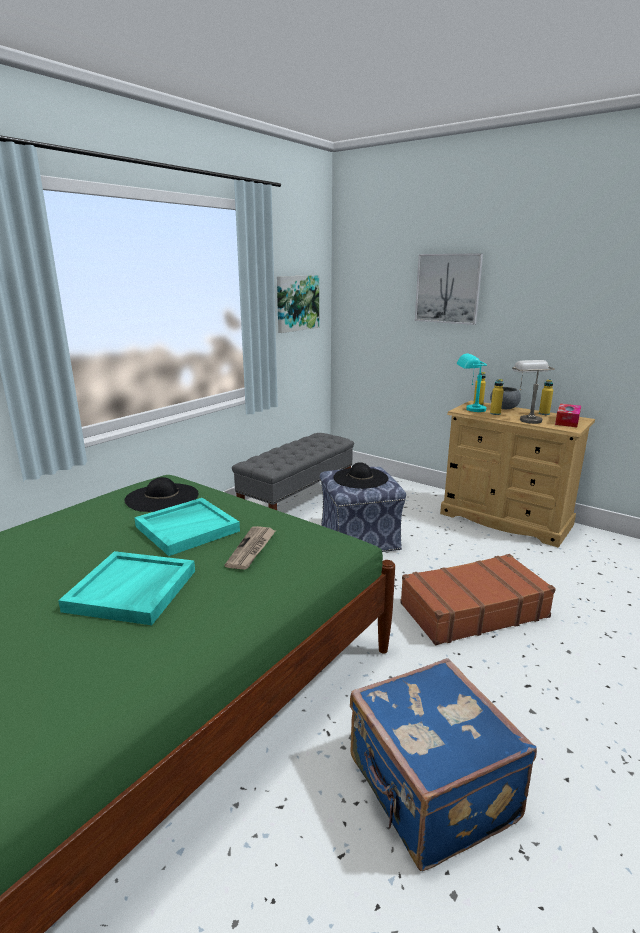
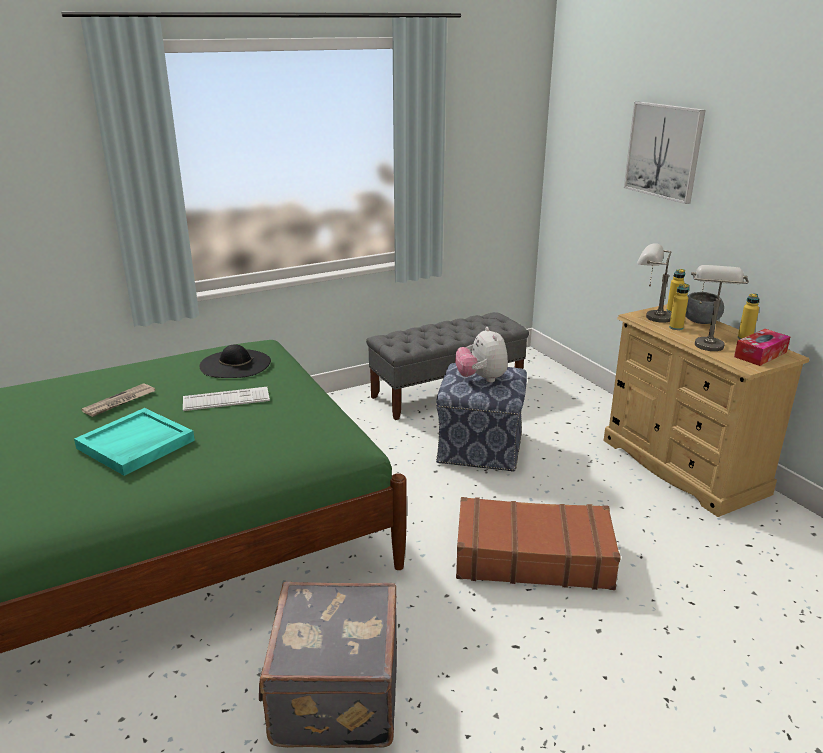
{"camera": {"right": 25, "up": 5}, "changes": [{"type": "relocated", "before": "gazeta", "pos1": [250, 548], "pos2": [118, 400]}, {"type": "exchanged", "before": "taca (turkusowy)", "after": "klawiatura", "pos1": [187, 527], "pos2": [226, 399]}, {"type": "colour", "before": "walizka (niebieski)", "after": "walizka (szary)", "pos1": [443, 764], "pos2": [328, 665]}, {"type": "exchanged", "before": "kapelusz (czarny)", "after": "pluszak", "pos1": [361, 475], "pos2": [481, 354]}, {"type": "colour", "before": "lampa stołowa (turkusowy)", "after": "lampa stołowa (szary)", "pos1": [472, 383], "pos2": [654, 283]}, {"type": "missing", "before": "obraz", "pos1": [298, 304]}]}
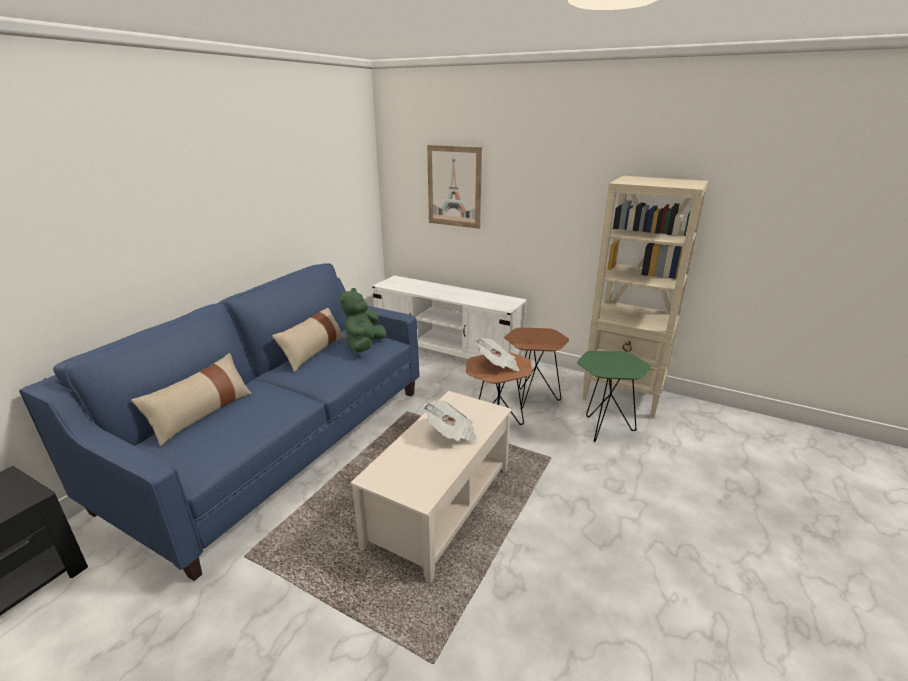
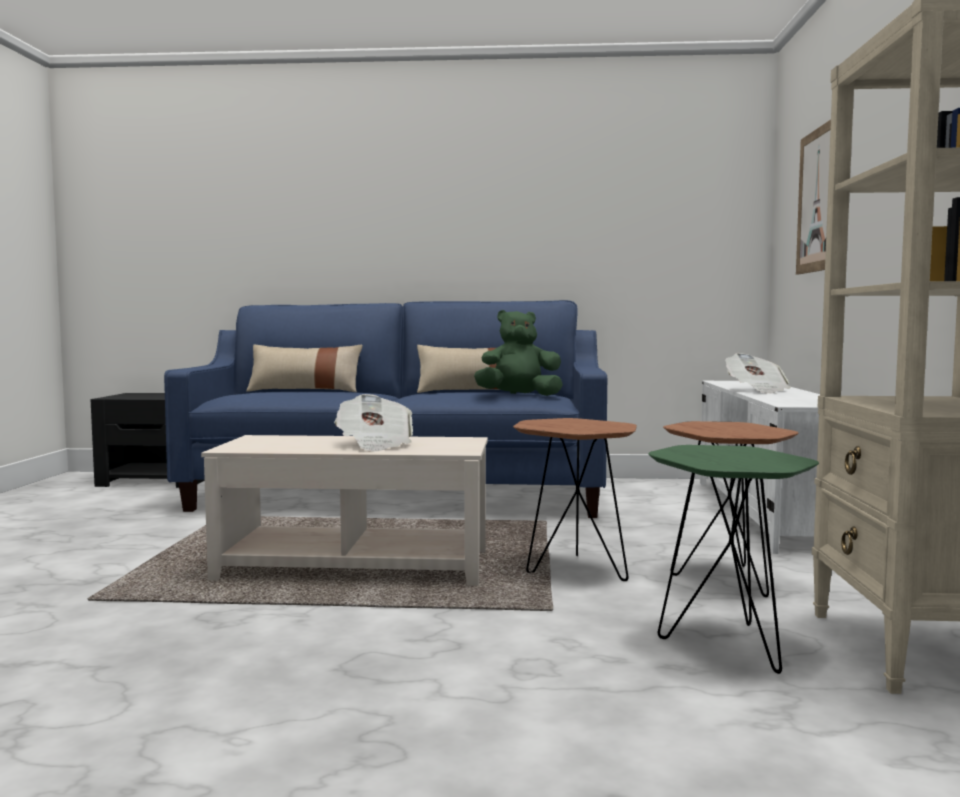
{"camera": {"right": 65, "up": -20}, "changes": [{"type": "relocated", "before": "gazeta", "pos1": [497, 354], "pos2": [758, 373]}]}
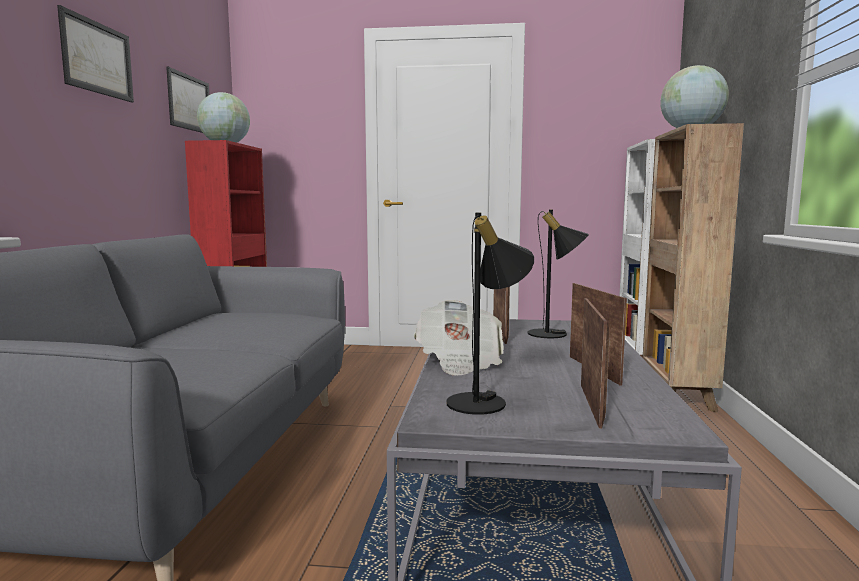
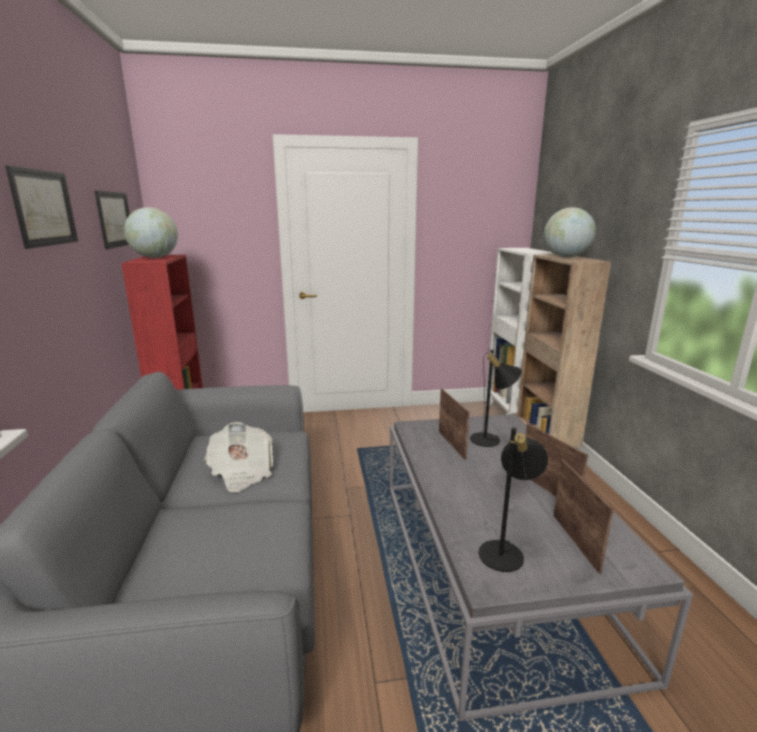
{"camera": {"right": -15, "up": 10}, "changes": [{"type": "relocated", "before": "gazeta", "pos1": [459, 337], "pos2": [239, 457]}]}
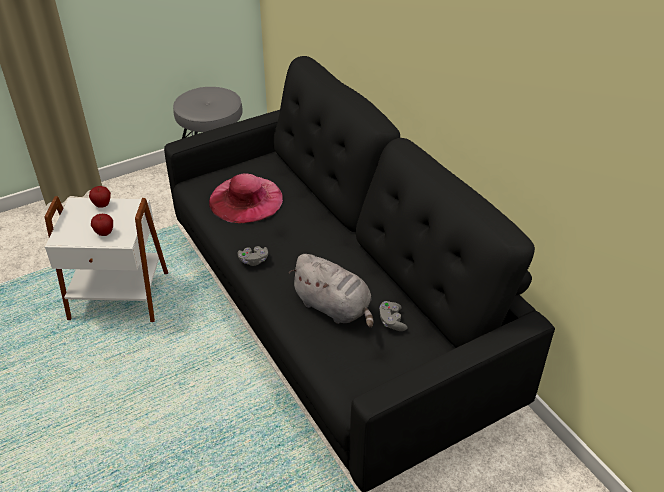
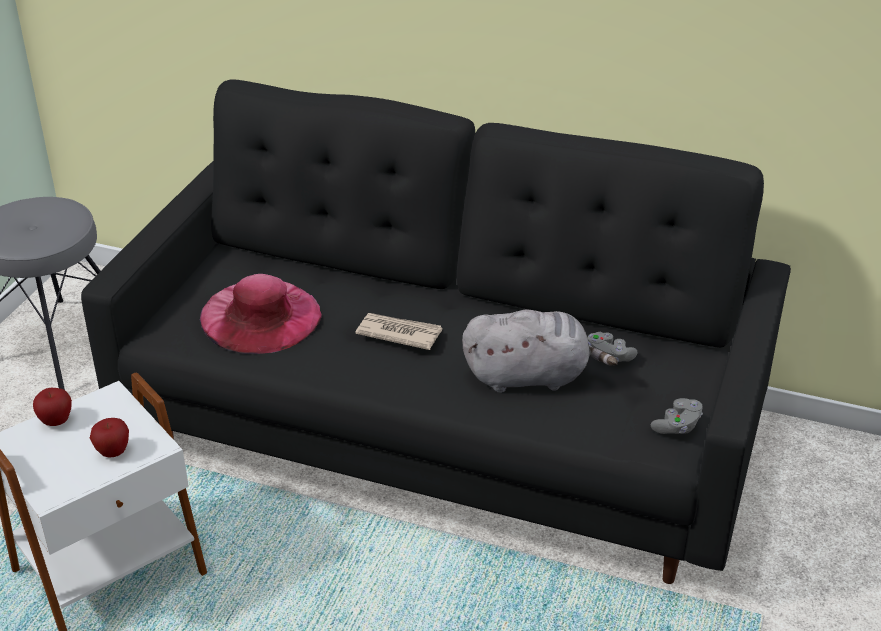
{"camera": {"right": -40, "up": -5}, "changes": [{"type": "appeared", "after": "gazeta", "pos2": [398, 331]}, {"type": "relocated", "before": "pad do gier (szary)", "pos1": [253, 256], "pos2": [677, 416]}]}
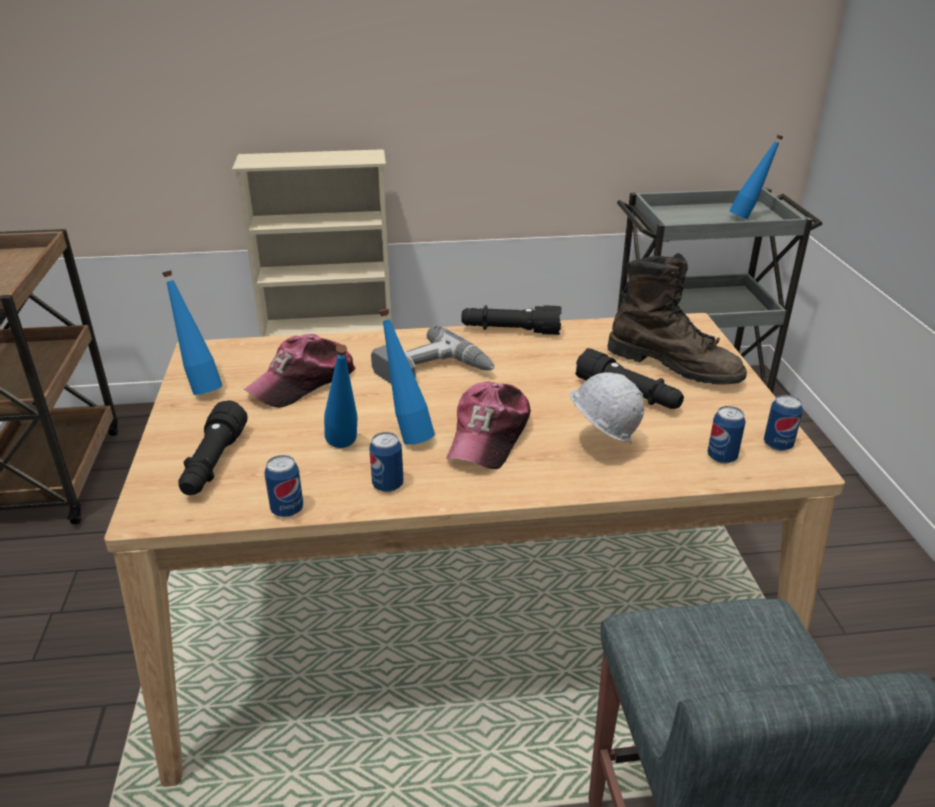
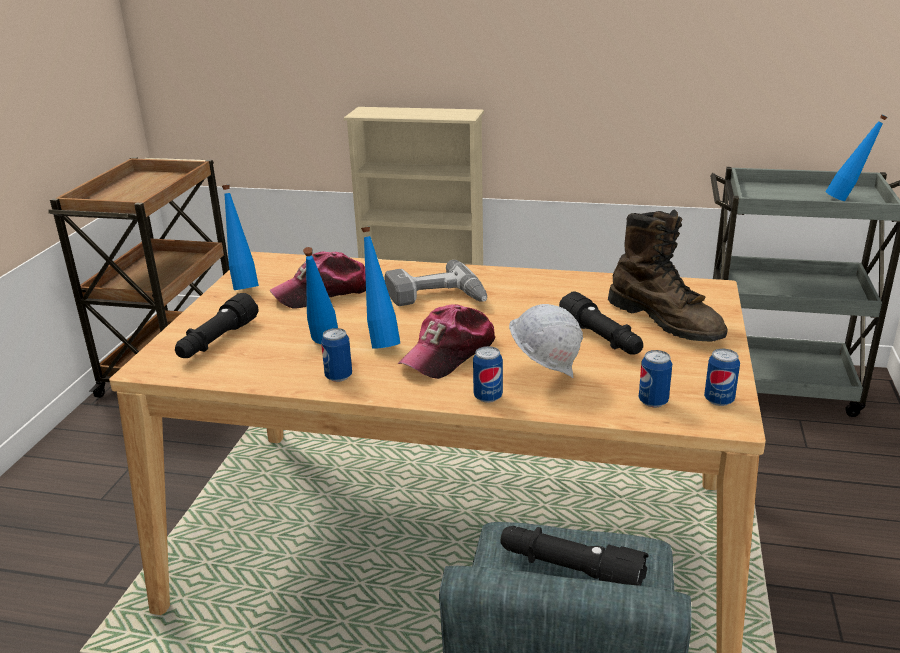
{"camera": {"right": 20, "up": -5}, "changes": [{"type": "relocated", "before": "puszka", "pos1": [283, 486], "pos2": [488, 374]}, {"type": "relocated", "before": "latarka (czarny)", "pos1": [511, 320], "pos2": [574, 556]}]}
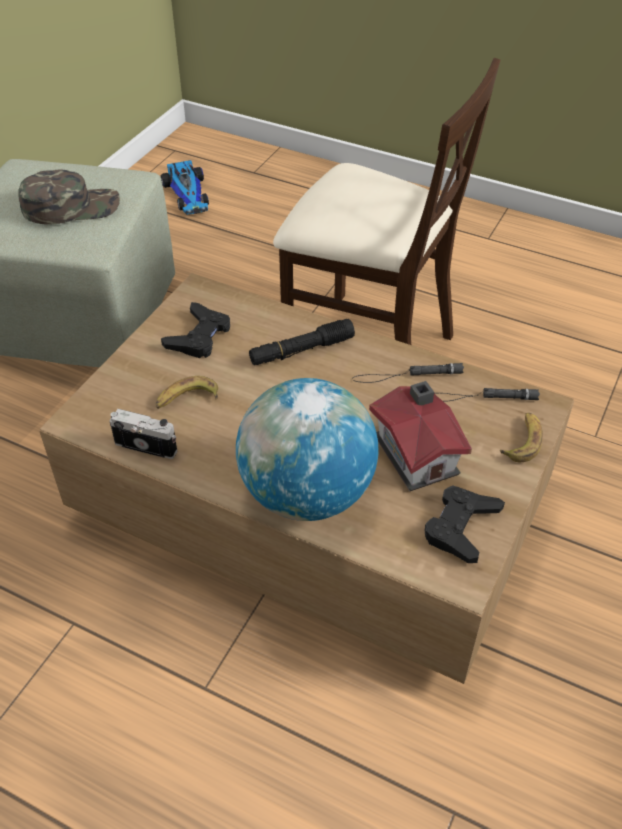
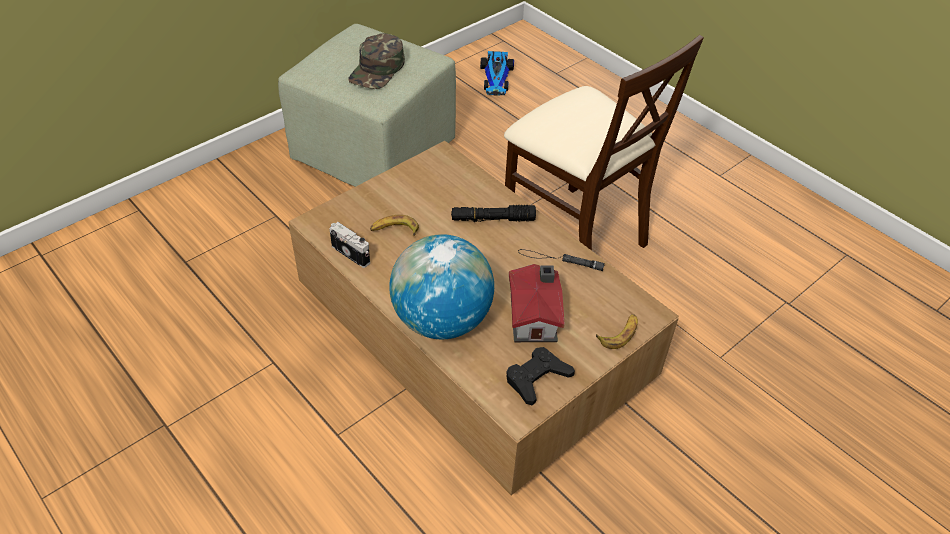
{"camera": {"right": 20, "up": 0}, "changes": [{"type": "spun", "before": "czapka z daszkiem (zielony)", "pos1": [69, 197], "pos2": [376, 61], "turn": 105}, {"type": "missing", "before": "pad do gier (czarny)", "pos1": [195, 330]}, {"type": "missing", "before": "latarka (czarny)", "pos1": [491, 395]}]}
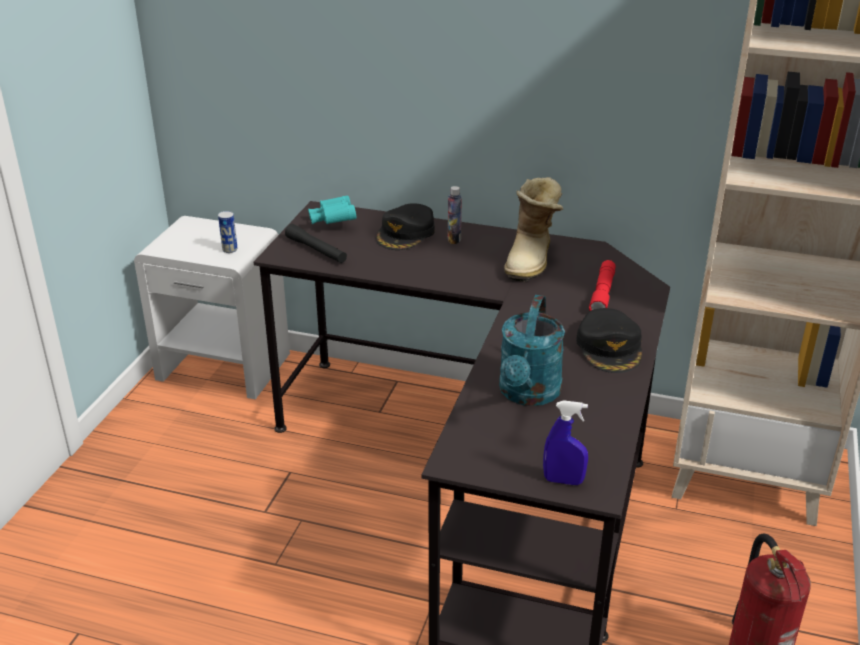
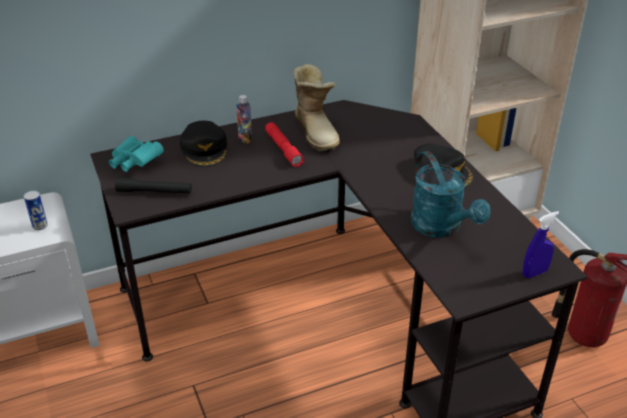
{"camera": {"right": -40, "up": 5}, "changes": [{"type": "relocated", "before": "latarka (czerwony)", "pos1": [602, 285], "pos2": [284, 144]}]}
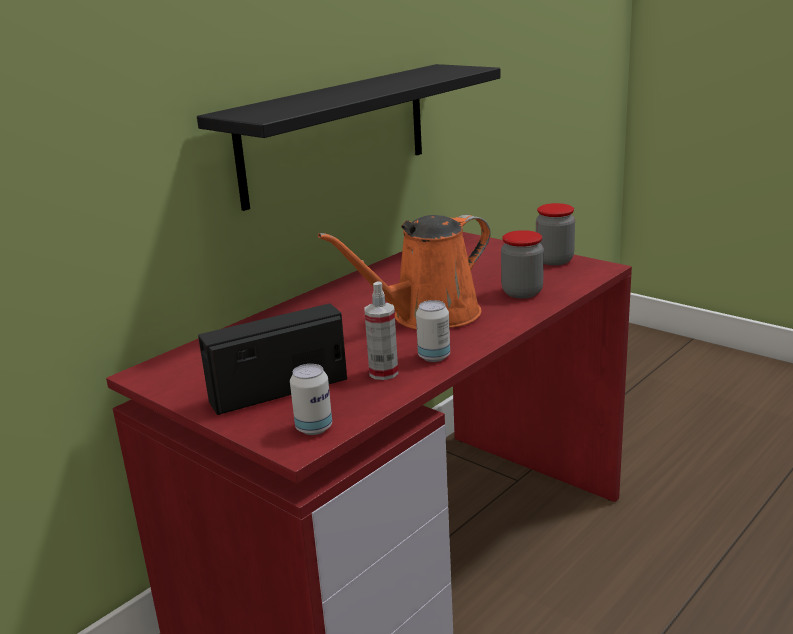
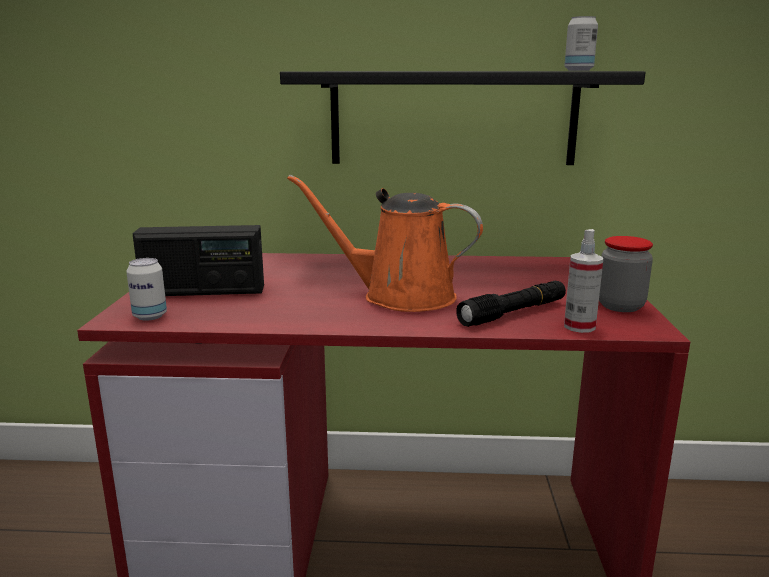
{"camera": {"right": 50, "up": -5}, "changes": [{"type": "spun", "before": "radio", "pos1": [272, 359], "pos2": [198, 260], "turn": 150}, {"type": "exchanged", "before": "słoik", "after": "latarka (czarny)", "pos1": [522, 264], "pos2": [511, 304]}, {"type": "relocated", "before": "puszka", "pos1": [433, 331], "pos2": [581, 43]}, {"type": "relocated", "before": "spryskiwacz", "pos1": [381, 330], "pos2": [583, 281]}]}
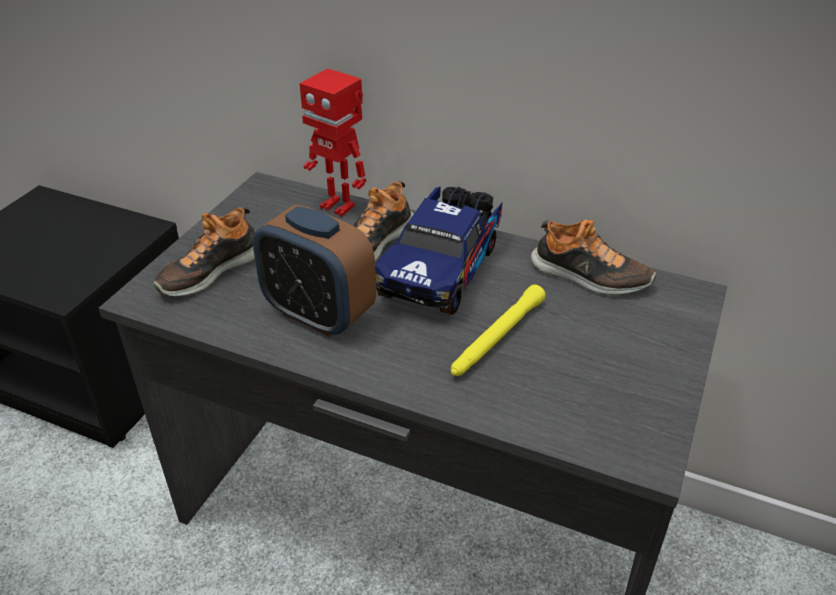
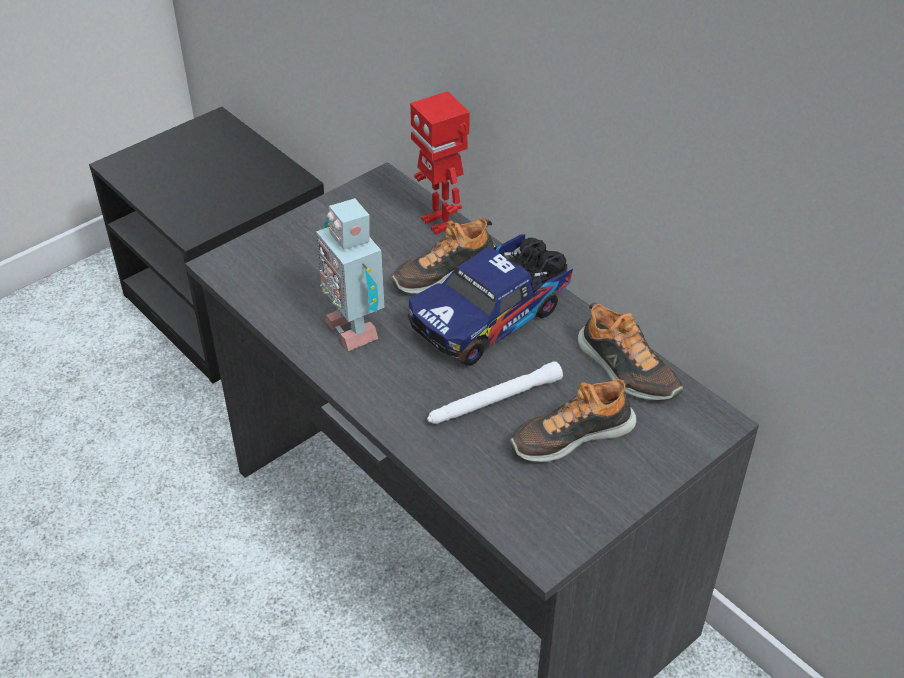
{"camera": {"right": 25, "up": 5}, "changes": [{"type": "exchanged", "before": "budzik", "after": "robot zabawkowy", "pos1": [314, 271], "pos2": [350, 274]}, {"type": "colour", "before": "latarka (żółty)", "after": "latarka (biały)", "pos1": [498, 330], "pos2": [495, 392]}, {"type": "relocated", "before": "but", "pos1": [204, 252], "pos2": [573, 420]}]}
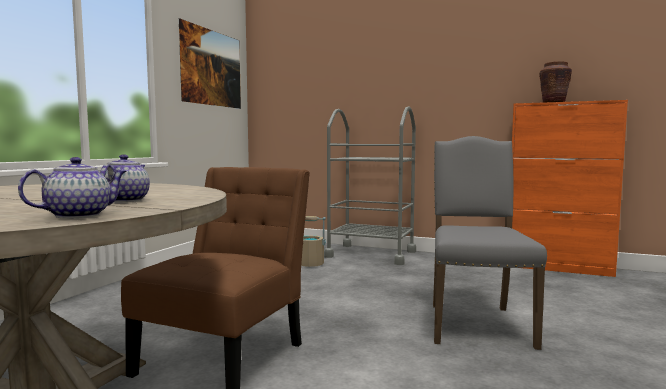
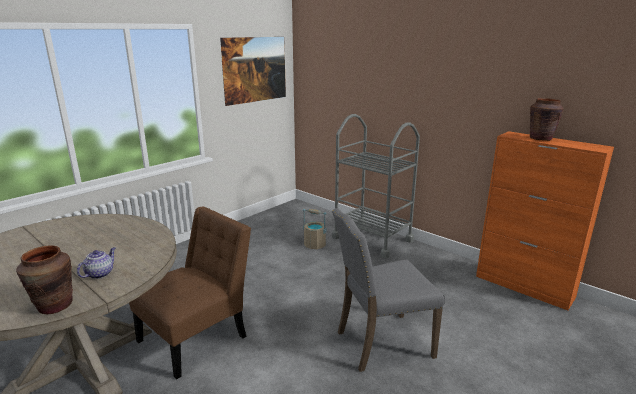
{"camera": {"right": 20, "up": 15}, "changes": [{"type": "exchanged", "before": "imbryk", "after": "wazon (brązowy)", "pos1": [72, 188], "pos2": [44, 279]}, {"type": "spun", "before": "krzesło (szary)", "pos1": [490, 243], "pos2": [388, 290], "turn": -135}]}
